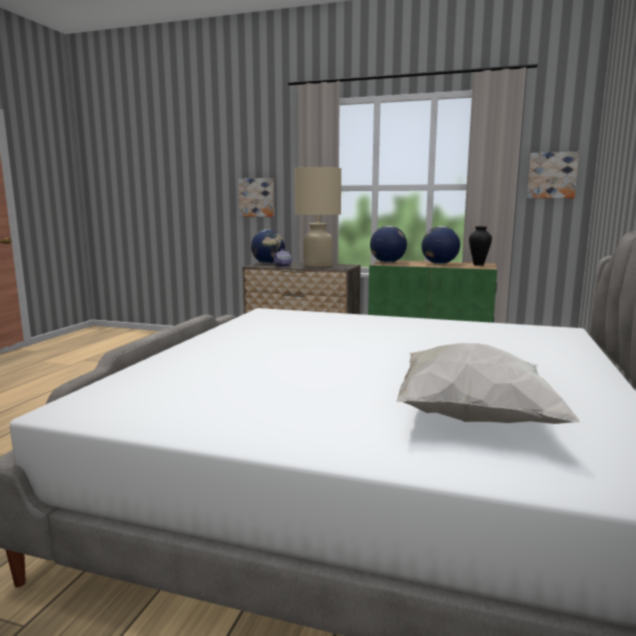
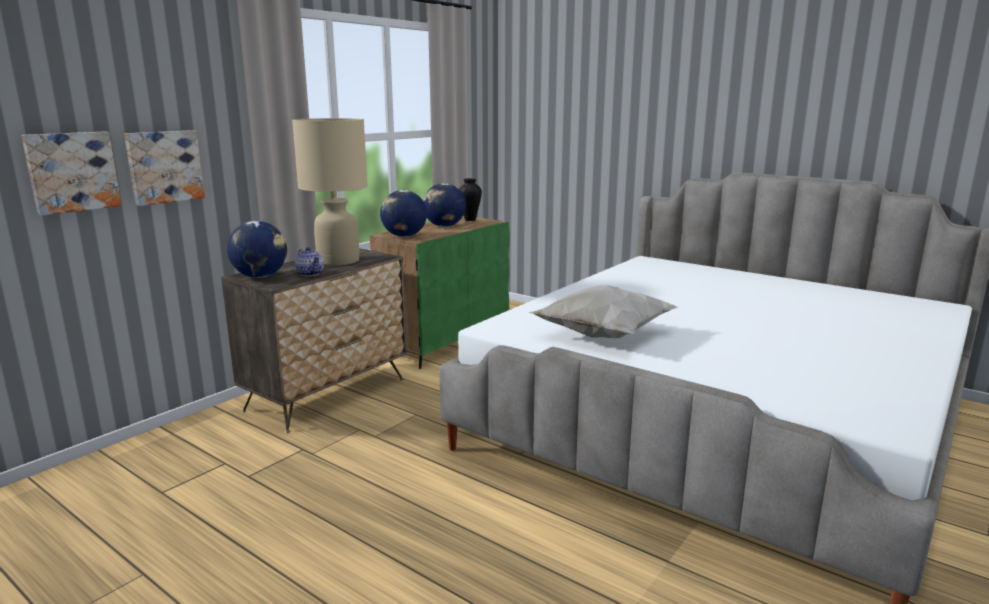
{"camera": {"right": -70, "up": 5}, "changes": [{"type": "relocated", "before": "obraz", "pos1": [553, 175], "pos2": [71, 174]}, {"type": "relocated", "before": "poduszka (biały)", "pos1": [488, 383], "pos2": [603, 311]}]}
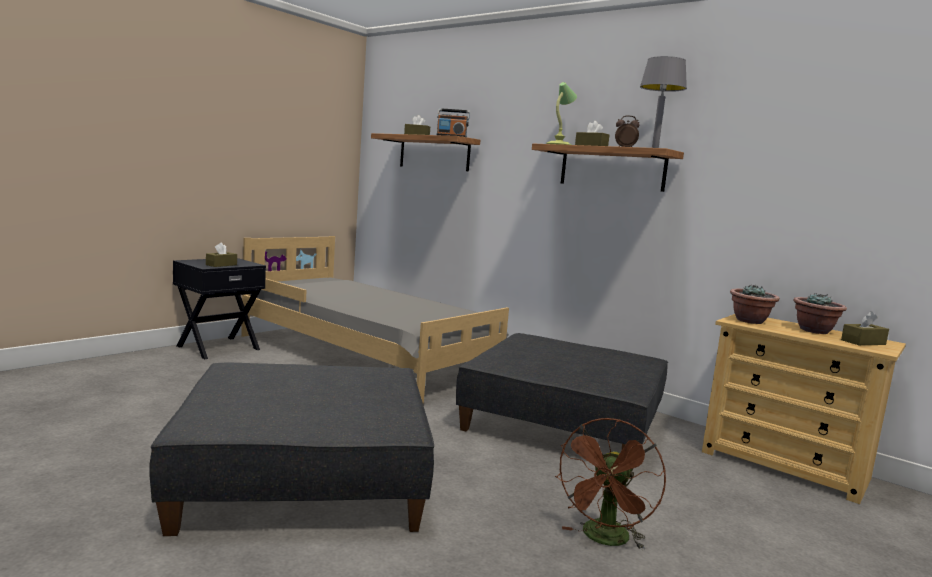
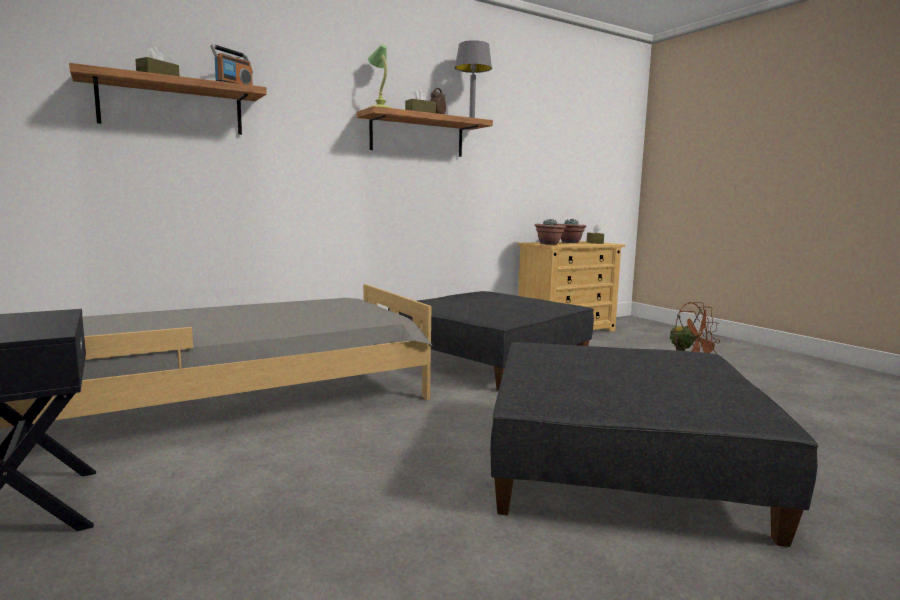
{"camera": {"right": -70, "up": 0}, "changes": [{"type": "missing", "before": "pudełko chusteczek (brązowy)", "pos1": [221, 254]}]}
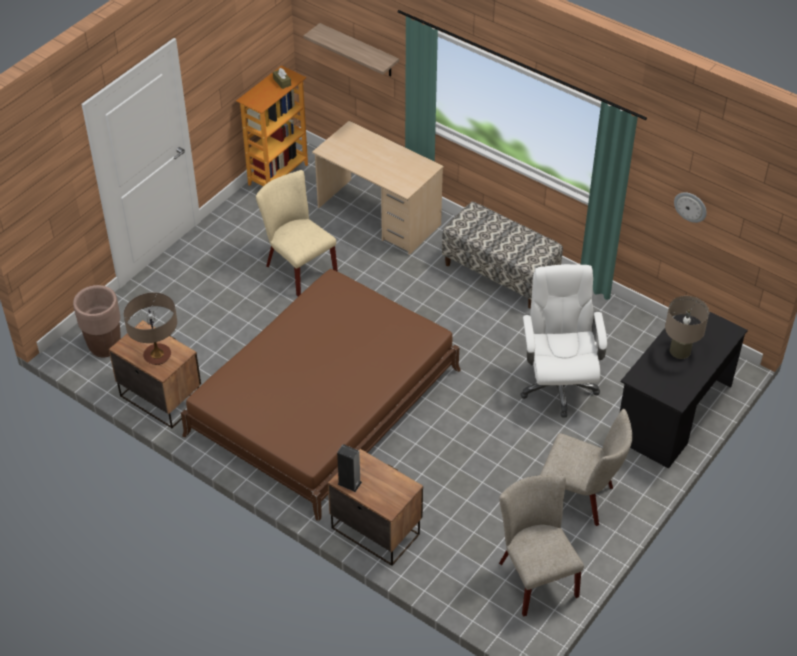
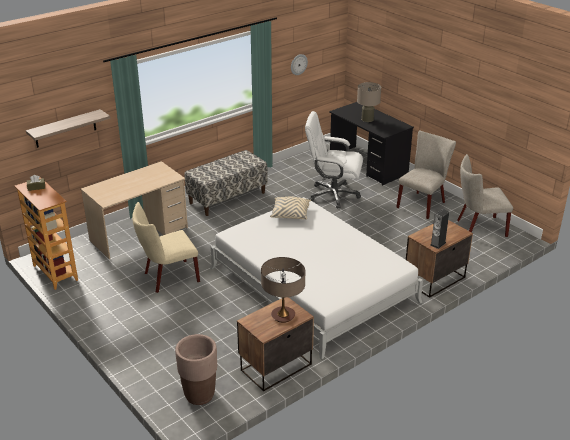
{"camera": {"right": -75, "up": -15}, "changes": [{"type": "colour", "before": "łóżko (brązowy)", "after": "łóżko (biały)", "pos1": [321, 395], "pos2": [316, 278]}, {"type": "appeared", "after": "poduszka (beżowy)", "pos2": [290, 208]}]}
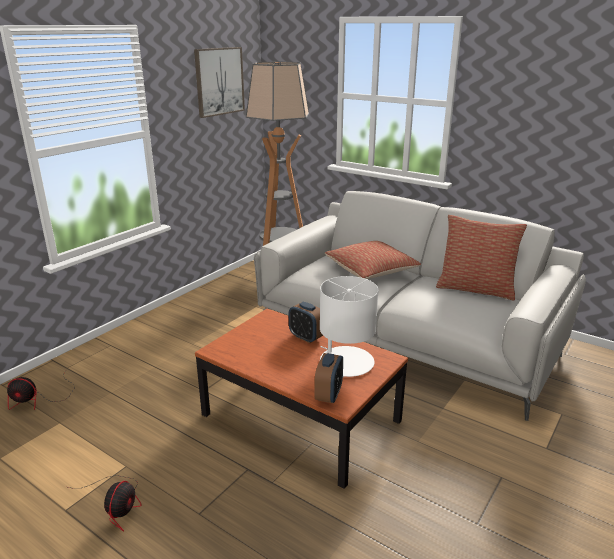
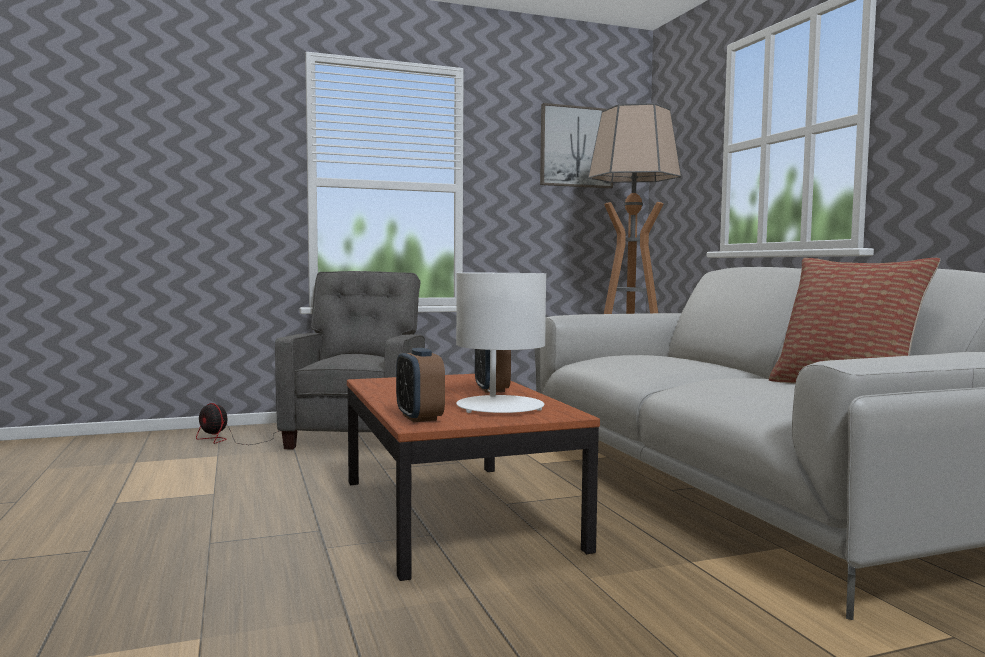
{"camera": {"right": 35, "up": -20}, "changes": [{"type": "appeared", "after": "fotel (szary)", "pos2": [350, 360]}, {"type": "spun", "before": "budzik", "pos1": [328, 378], "pos2": [420, 385], "turn": 105}, {"type": "missing", "before": "wentylator", "pos1": [104, 503]}, {"type": "missing", "before": "poduszka", "pos1": [373, 260]}]}
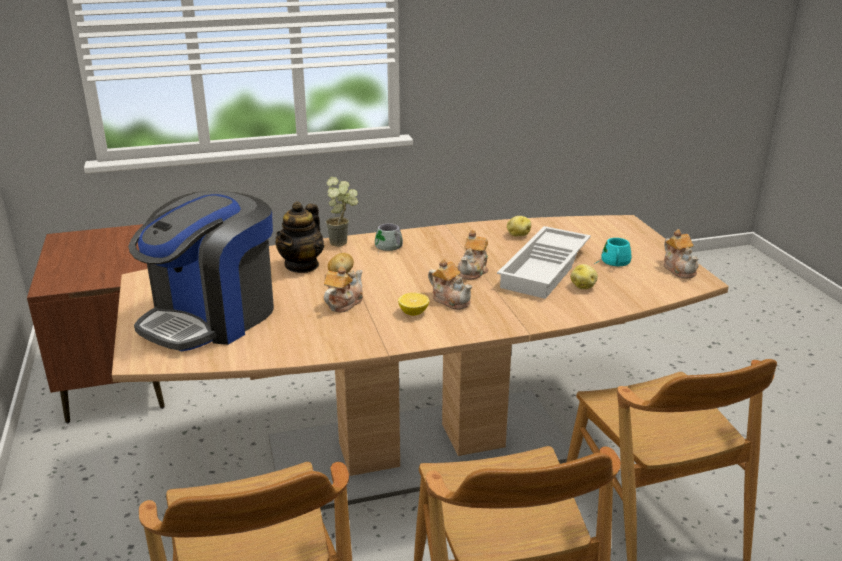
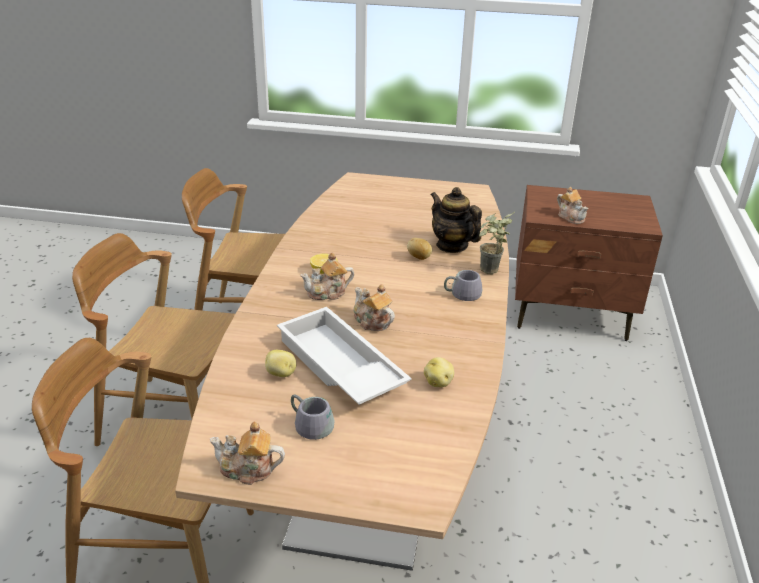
{"camera": {"right": 115, "up": 5}, "changes": [{"type": "colour", "before": "kubek (turkusowy)", "after": "kubek (szary)", "pos1": [613, 252], "pos2": [312, 417]}, {"type": "relocated", "before": "imbryk", "pos1": [343, 290], "pos2": [573, 205]}, {"type": "missing", "before": "ekspres do kawy", "pos1": [201, 271]}]}
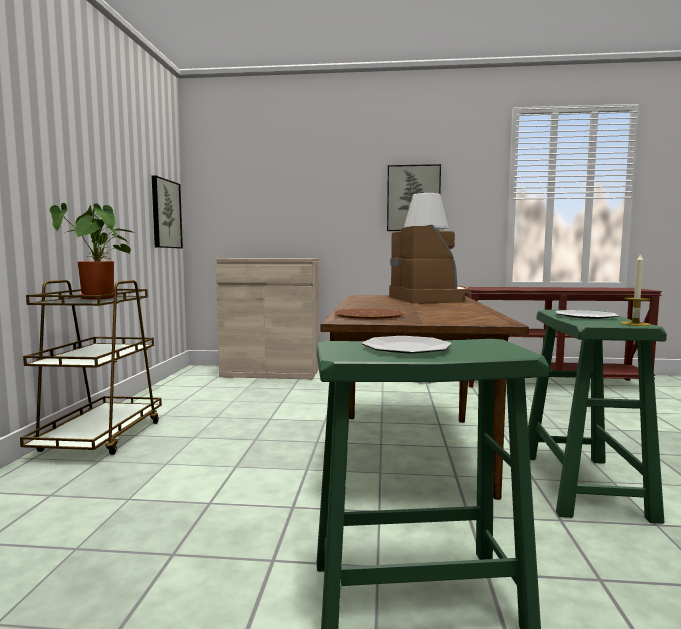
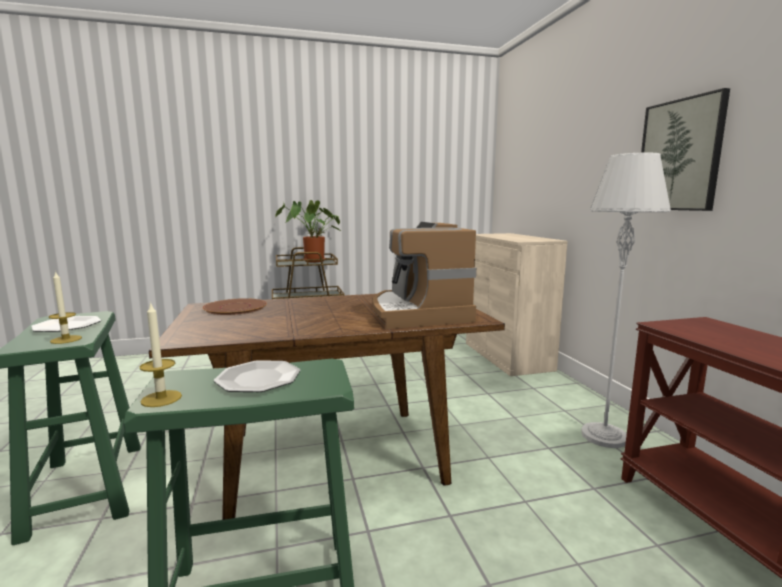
{"camera": {"right": 70, "up": 5}, "changes": [{"type": "appeared", "after": "świeca", "pos2": [65, 307]}, {"type": "spun", "before": "ekspres do kawy", "pos1": [429, 264], "pos2": [424, 275], "turn": 105}, {"type": "missing", "before": "obraz", "pos1": [167, 212]}]}
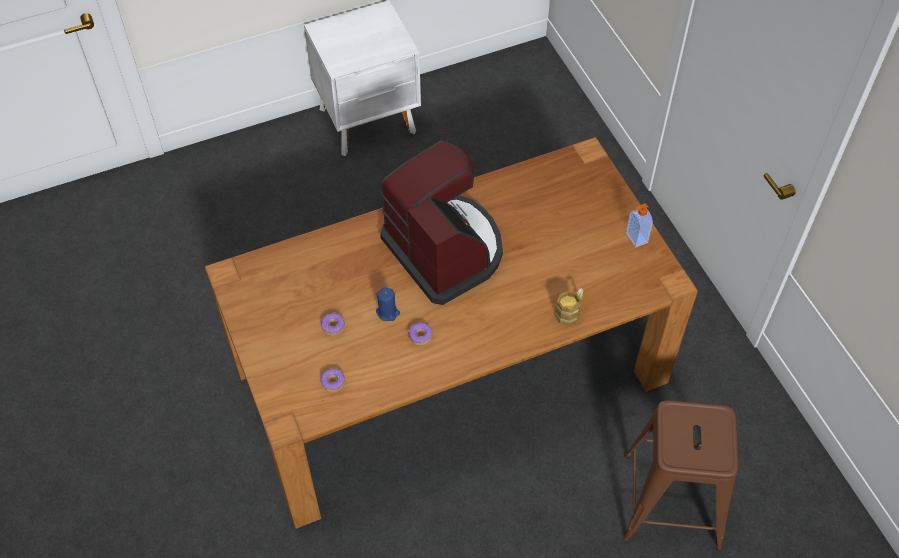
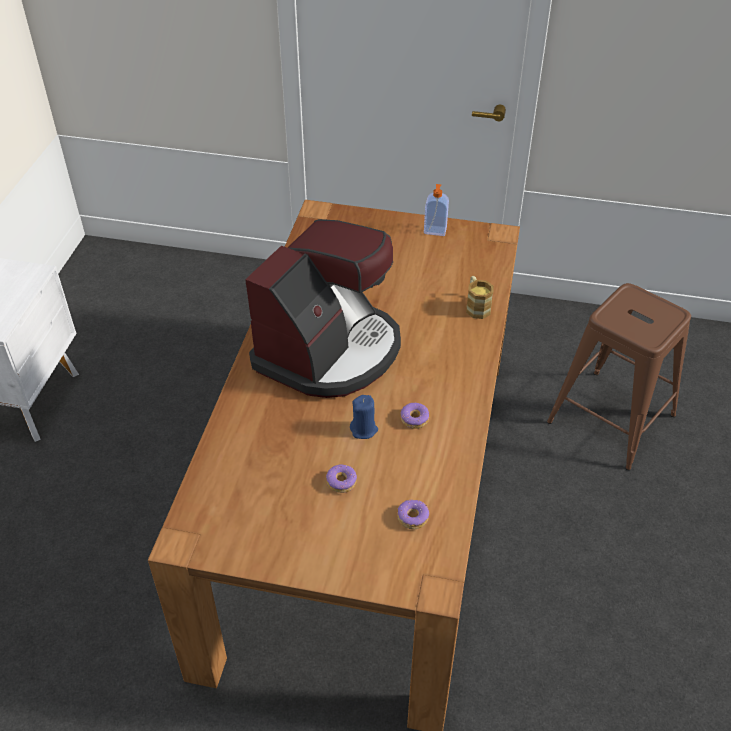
{"camera": {"right": -55, "up": -10}, "changes": [{"type": "spun", "before": "ekspres do kawy", "pos1": [441, 222], "pos2": [323, 308], "turn": 120}]}
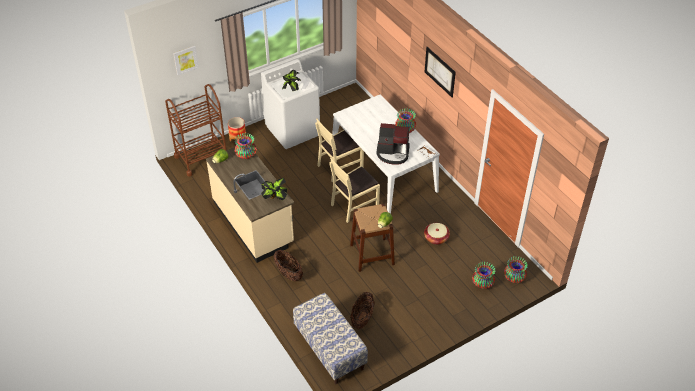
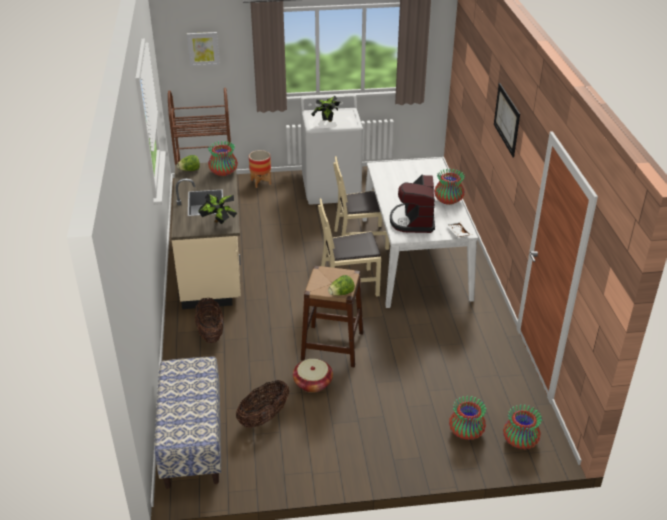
{"camera": {"right": 25, "up": -10}, "changes": [{"type": "relocated", "before": "koszyk", "pos1": [437, 234], "pos2": [313, 376]}, {"type": "spun", "before": "ekspres do kawy", "pos1": [393, 144], "pos2": [412, 204], "turn": 60}]}
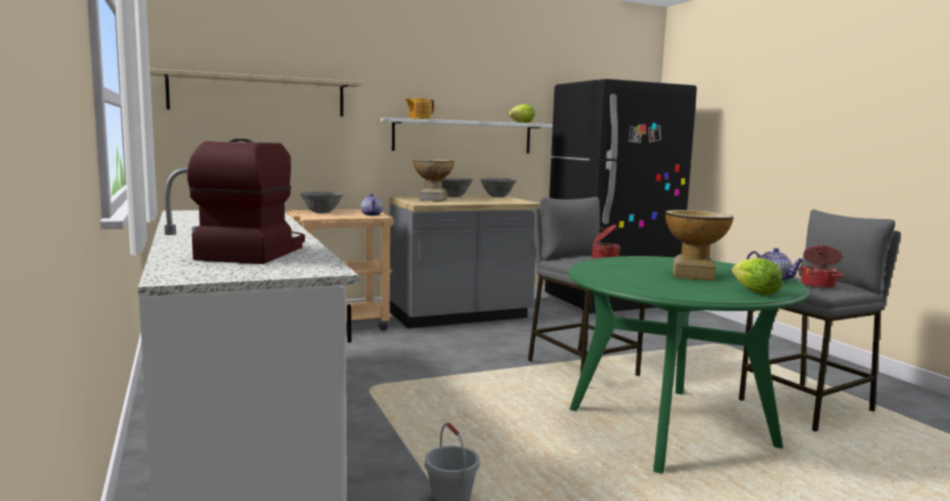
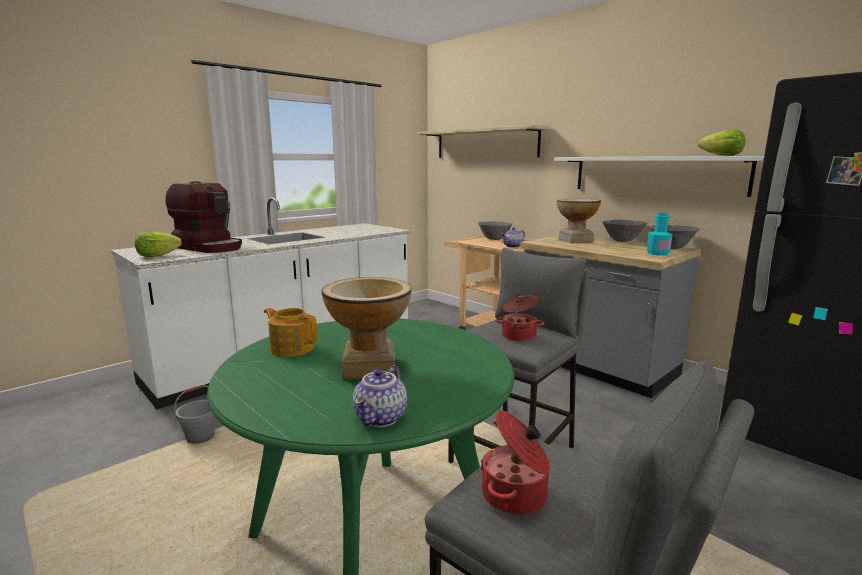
{"camera": {"right": 70, "up": 5}, "changes": [{"type": "relocated", "before": "sałata", "pos1": [757, 276], "pos2": [158, 244]}, {"type": "spun", "before": "ekspres do kawy", "pos1": [246, 201], "pos2": [203, 217], "turn": 45}, {"type": "relocated", "before": "imbryk", "pos1": [419, 108], "pos2": [291, 332]}, {"type": "appeared", "after": "butelka (turkusowy)", "pos2": [659, 234]}]}
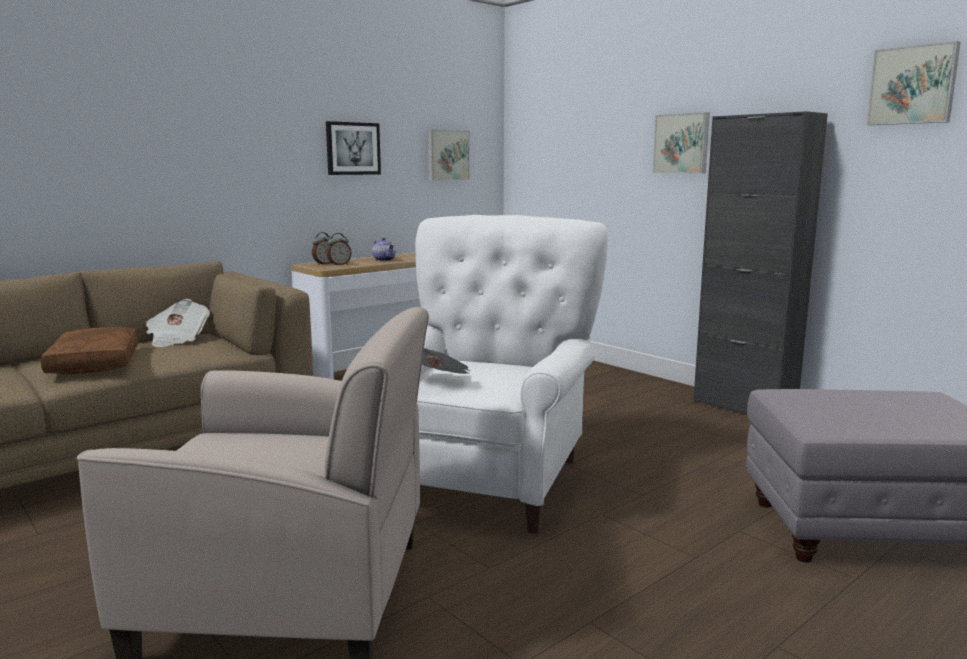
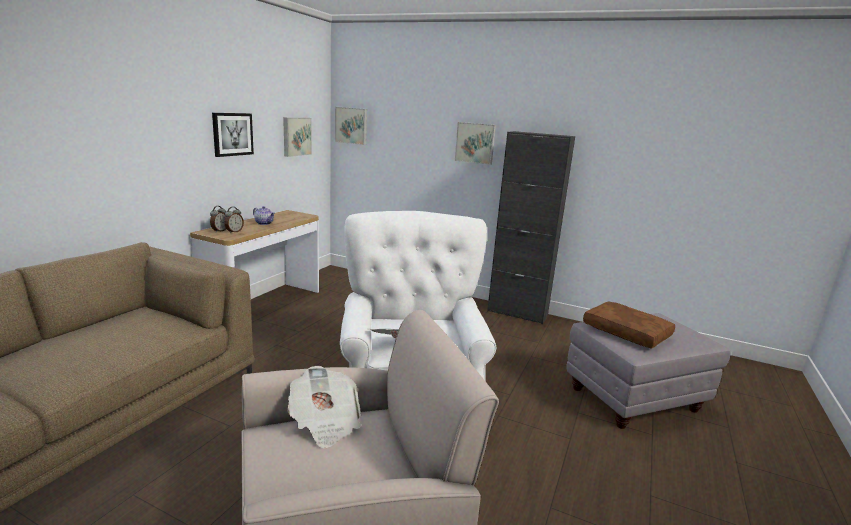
{"camera": {"right": -25, "up": 5}, "changes": [{"type": "relocated", "before": "gazeta", "pos1": [178, 323], "pos2": [324, 407]}, {"type": "relocated", "before": "obraz", "pos1": [914, 83], "pos2": [351, 126]}, {"type": "relocated", "before": "poduszka (brązowy)", "pos1": [90, 350], "pos2": [629, 325]}]}
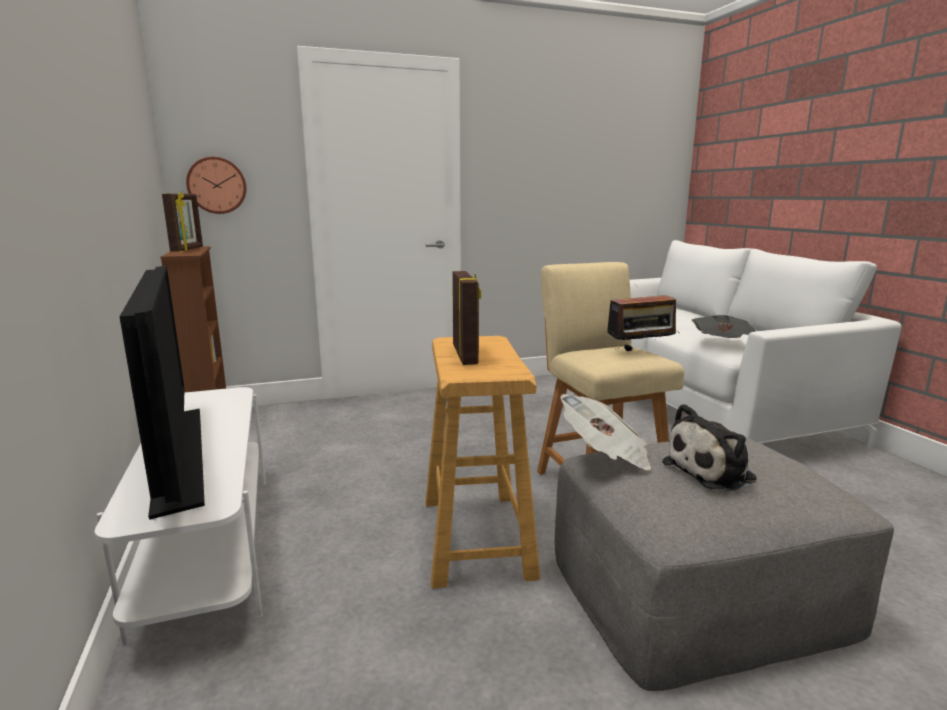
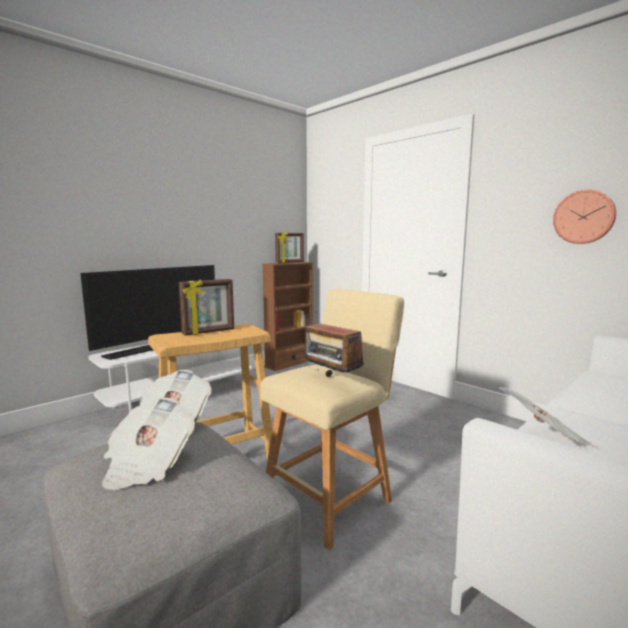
{"camera": {"right": 65, "up": -5}, "changes": [{"type": "exchanged", "before": "pluszak", "after": "gazeta", "pos1": [709, 447], "pos2": [148, 444]}, {"type": "relocated", "before": "zegar ścienny", "pos1": [216, 185], "pos2": [584, 217]}]}
